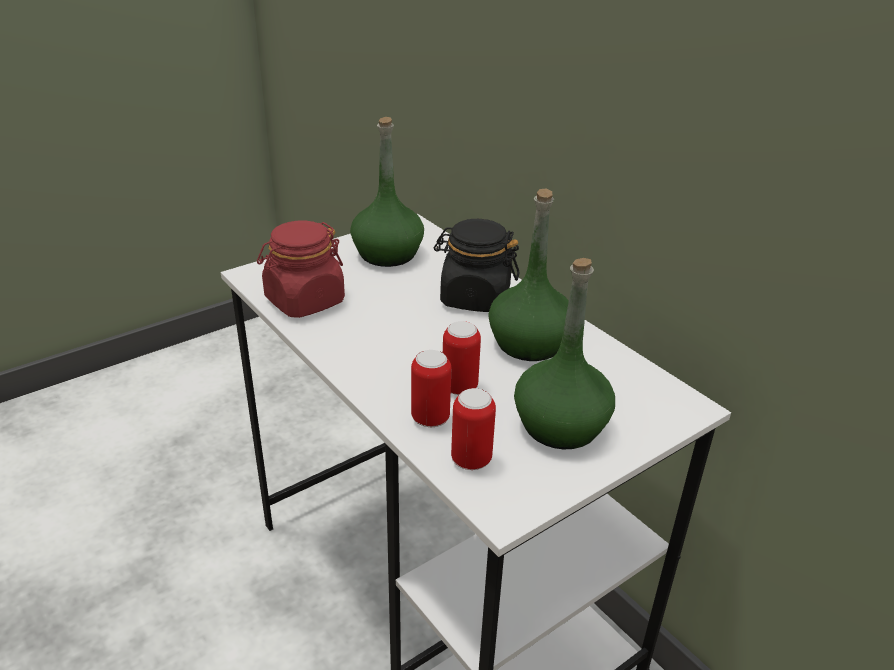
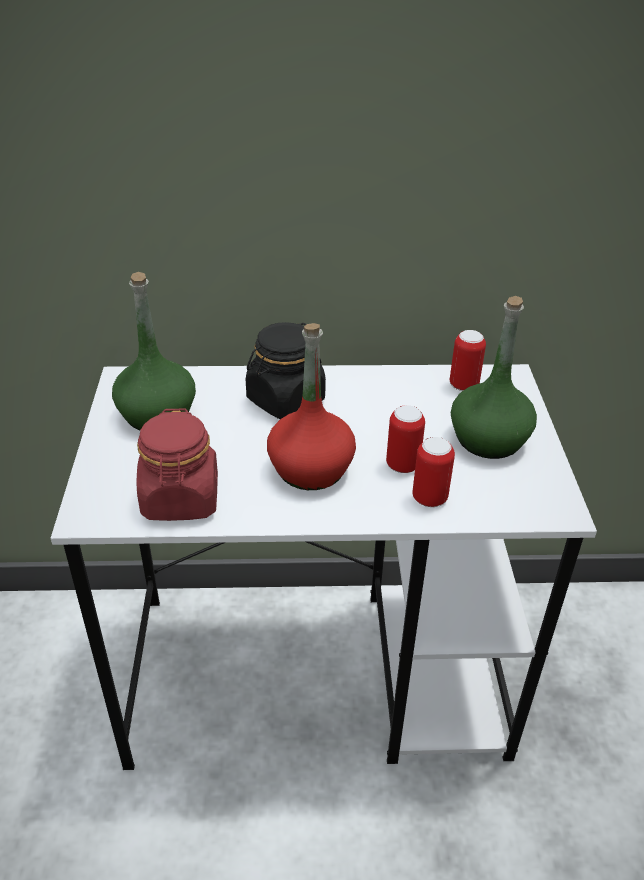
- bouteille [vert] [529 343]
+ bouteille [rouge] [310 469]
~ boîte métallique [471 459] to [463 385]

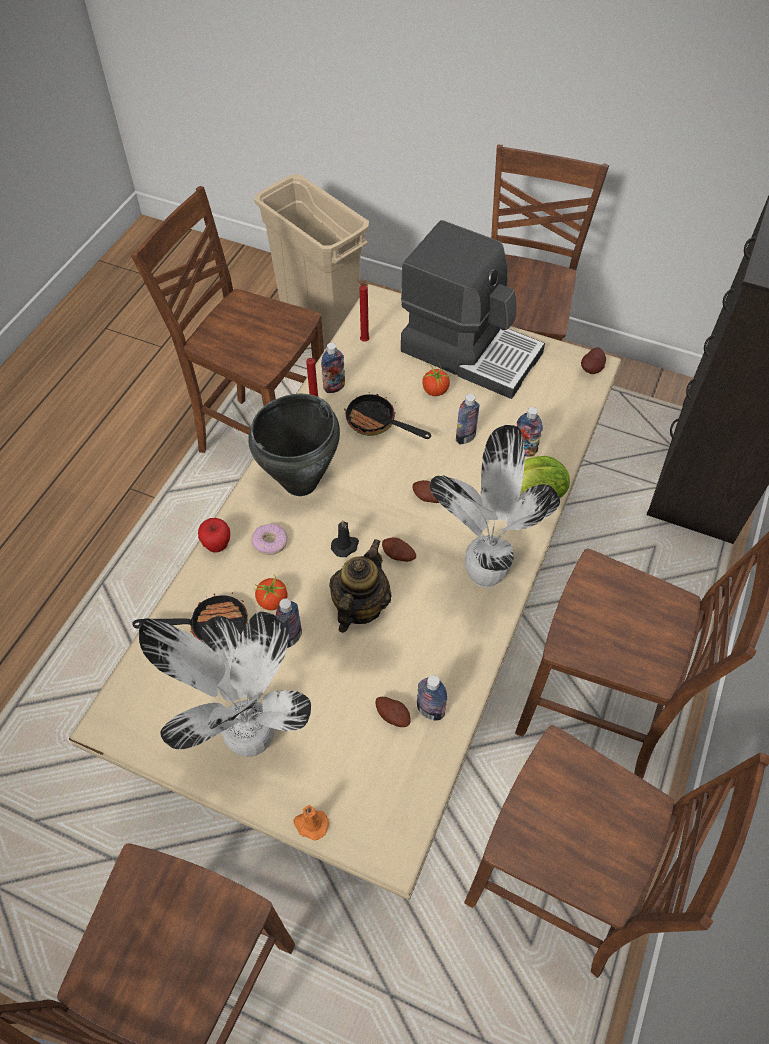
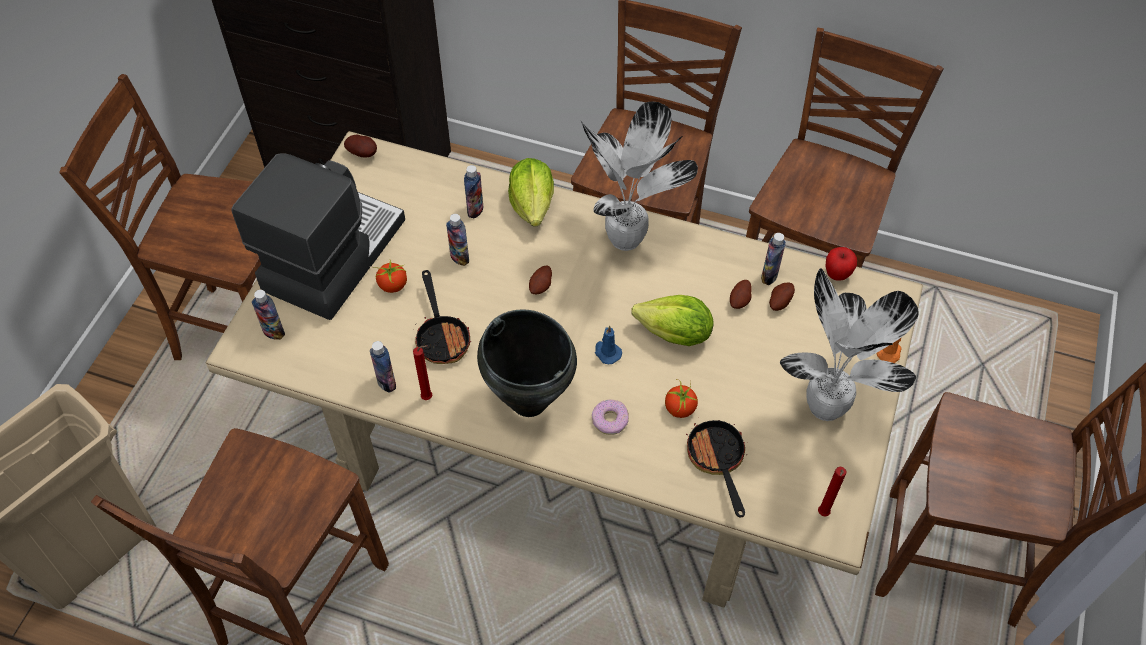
~ pomme [217 545] to [837 274]
~ bouteille [291 637] to [273 332]
~ bougie [rouge] [363 340] to [822 514]
~ pomme de terre [398 556] to [740 300]
~ théière [359 606] to laitue [675 335]
~ bougie [noir] [345 546] to bougie [bleu] [607 352]
~ poêle [377 423] = [442 336] 45 degrees counterclockwise

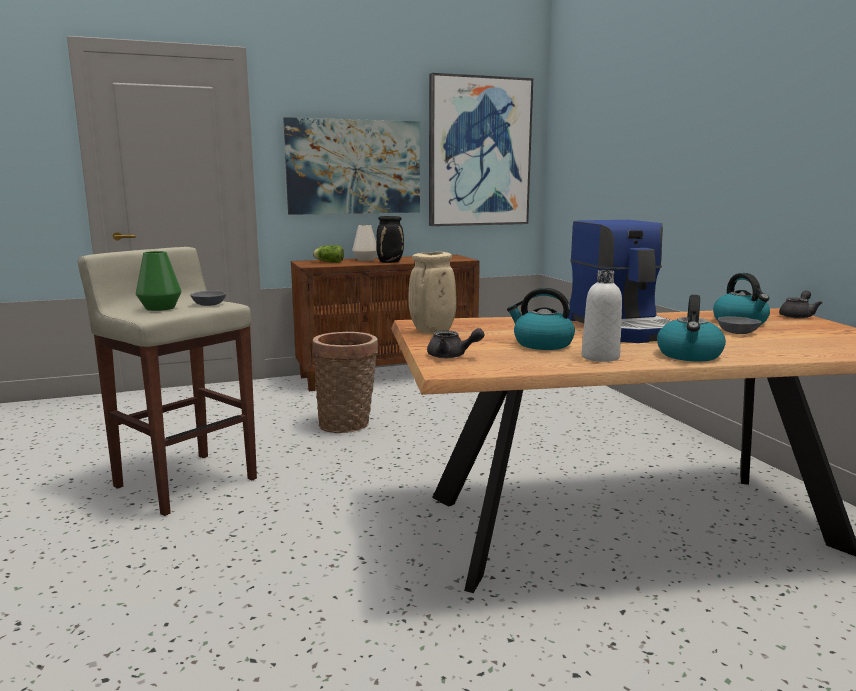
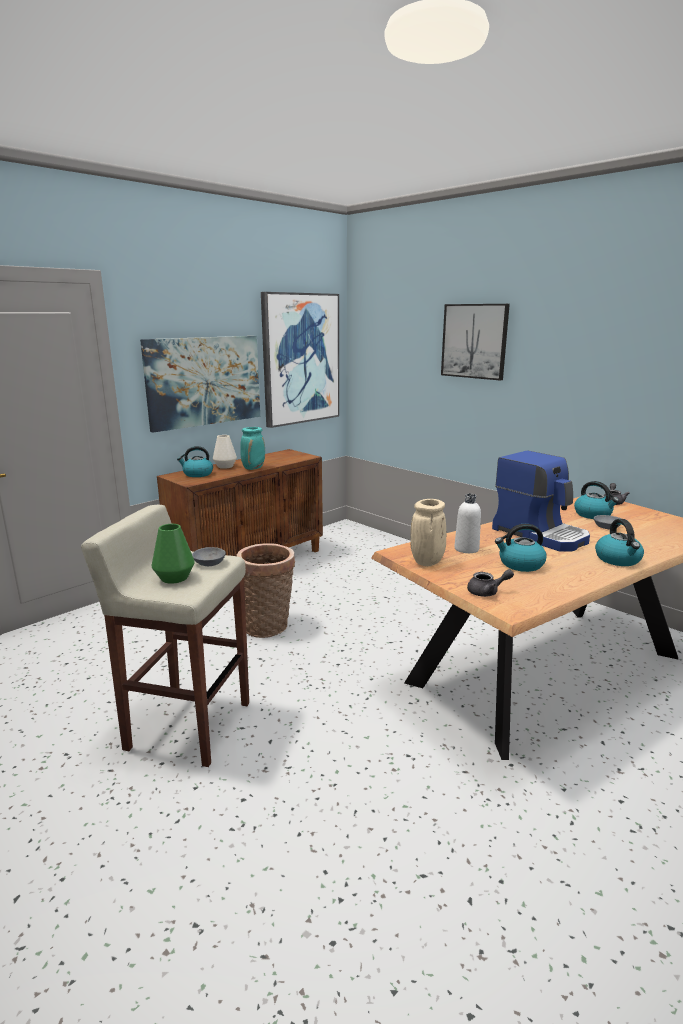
+ tableau [474 341]
~ bouteille [blanc] [600 357] to [466 549]
~ laitue [328 262] to bouilloire [197 474]
~ vase [noir] [390 262] to vase [turquoise] [253 468]

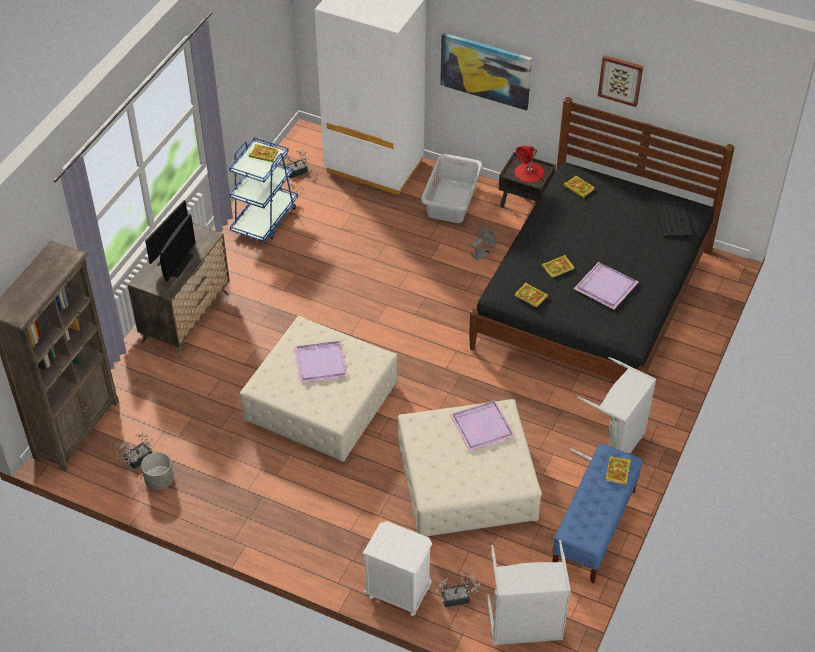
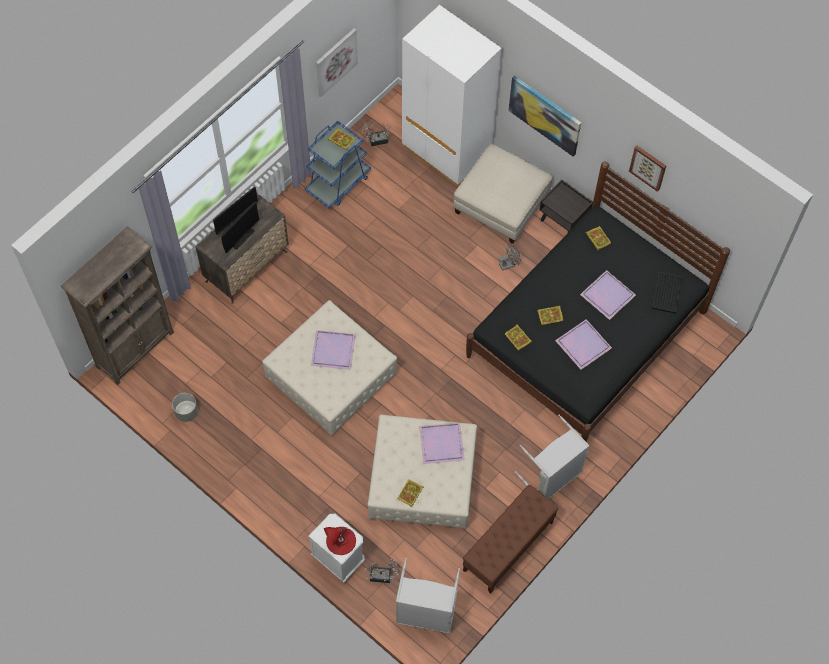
- plante en pot [136 459]
+ tableau [335 61]
+ plateau [violet] [606 295]
~ lampe de table [rouge] [529 172] to [341 541]
~ livre [618 472] to [410 494]
~ panier à linge [gris] [452 201] to pouf [beige] [501 204]
~ banc [bleu] [594 529] to banc [marron] [508 547]

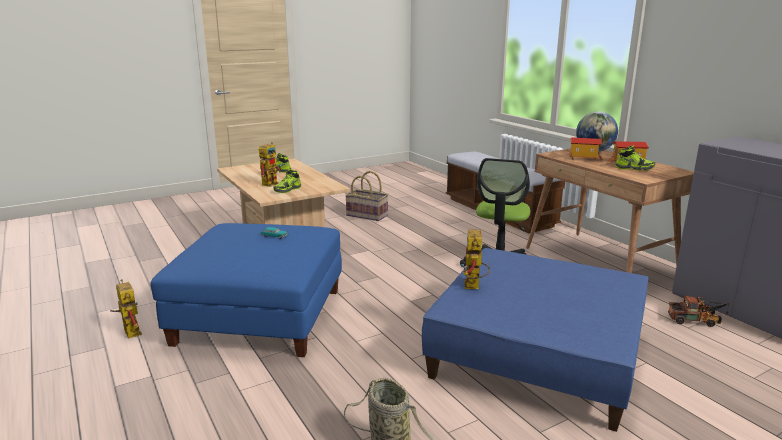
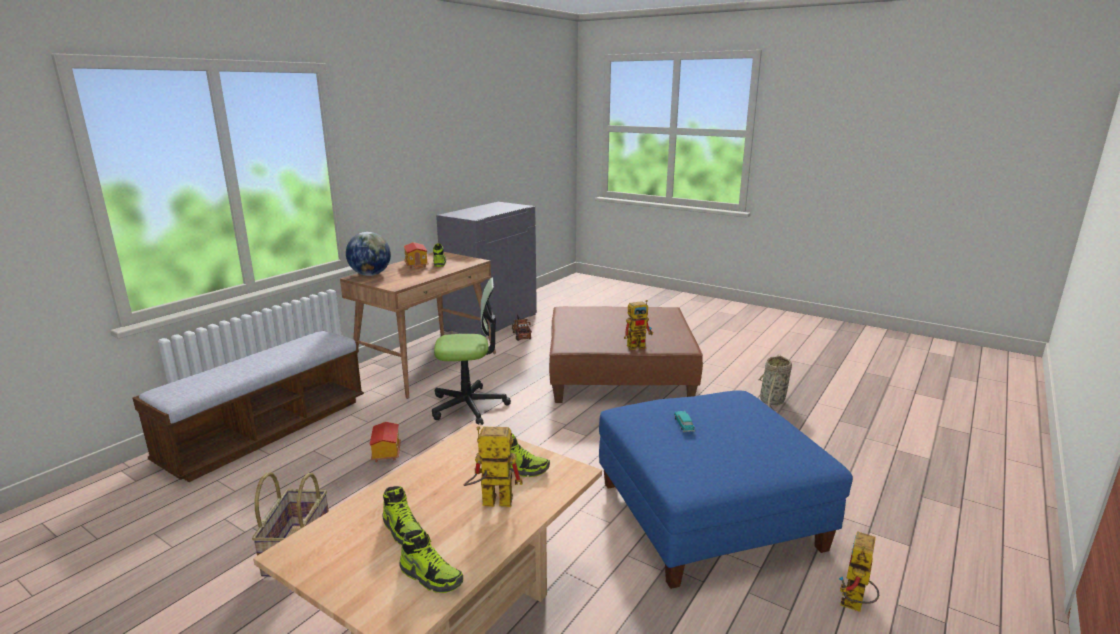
+ chaussure [431 576]
~ maison miniature [583 158] to [385 453]
~ pouf [bleu] [538 355] to pouf [marron] [620 374]

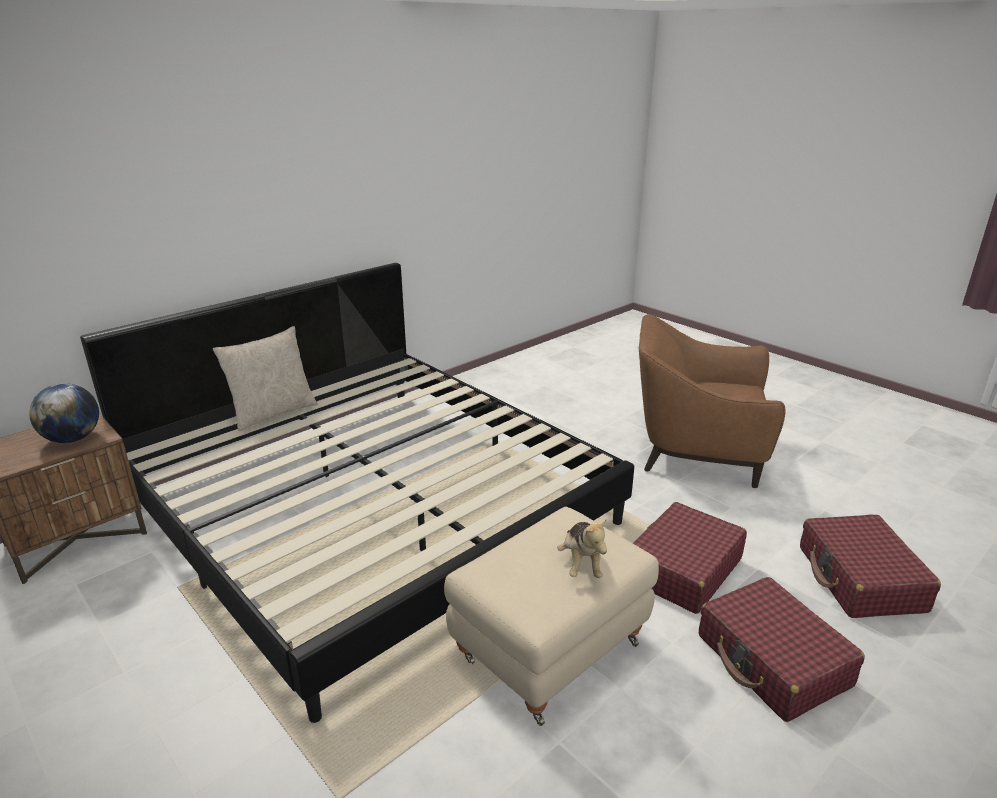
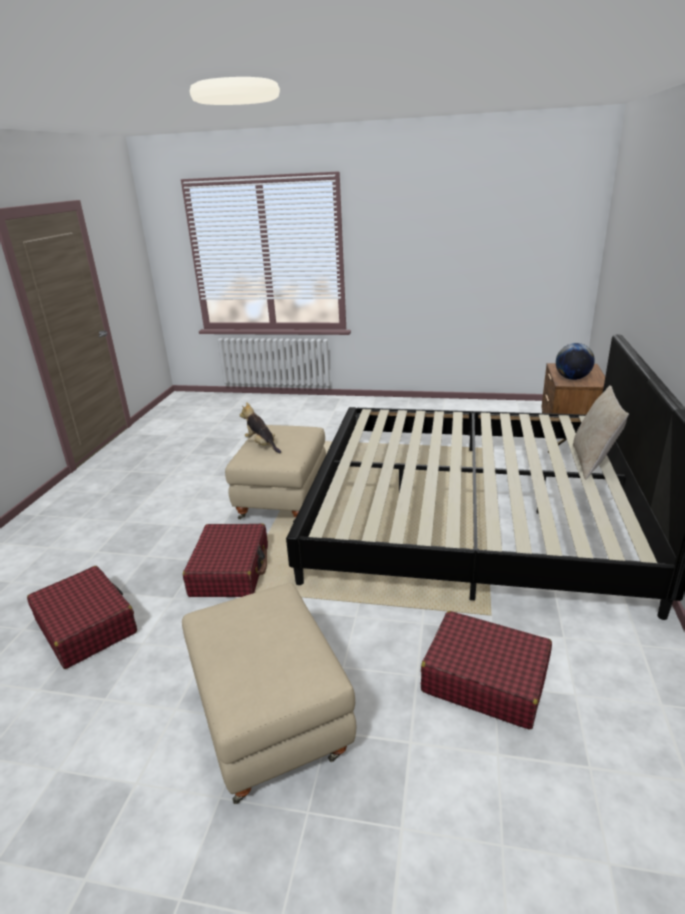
~ valise [rouge] [773 661] to [484 679]
~ fauteuil [marron] [696 452] to pouf [beige] [273 722]

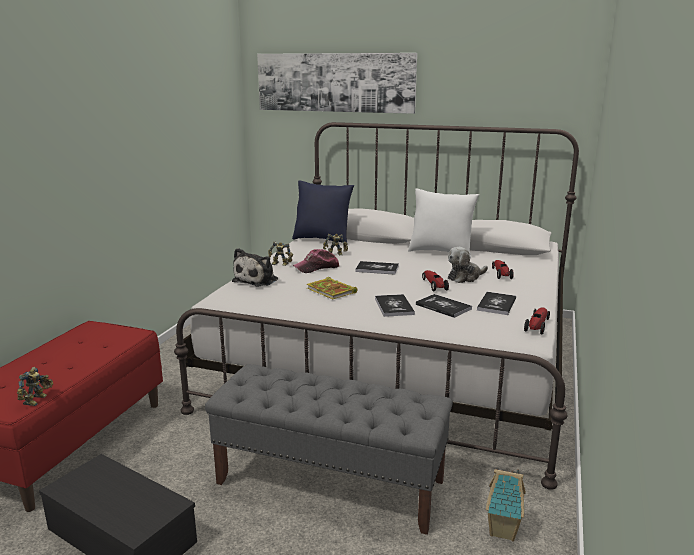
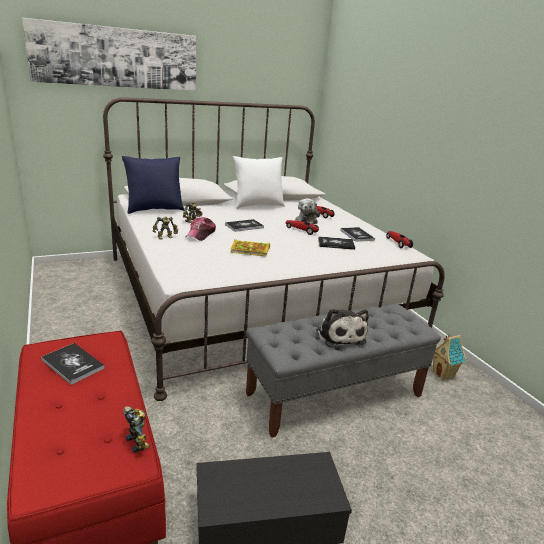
~ peluche [257 280] to [339 335]
~ livre [394 306] to [73 364]

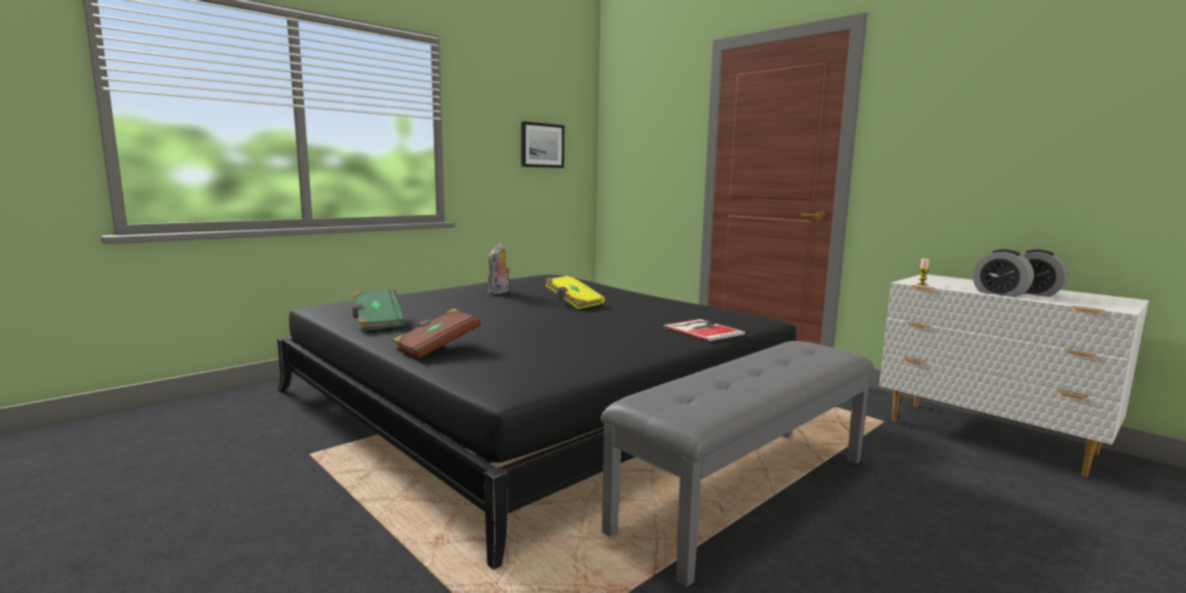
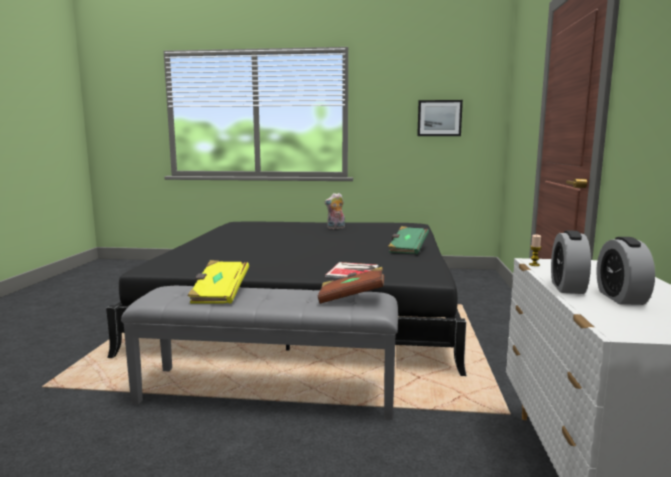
~ livre [vert] [377 323] to [407 249]
~ livre [marron] [436 348] to [351 298]
~ livre [jaune] [573 303] to [219 295]

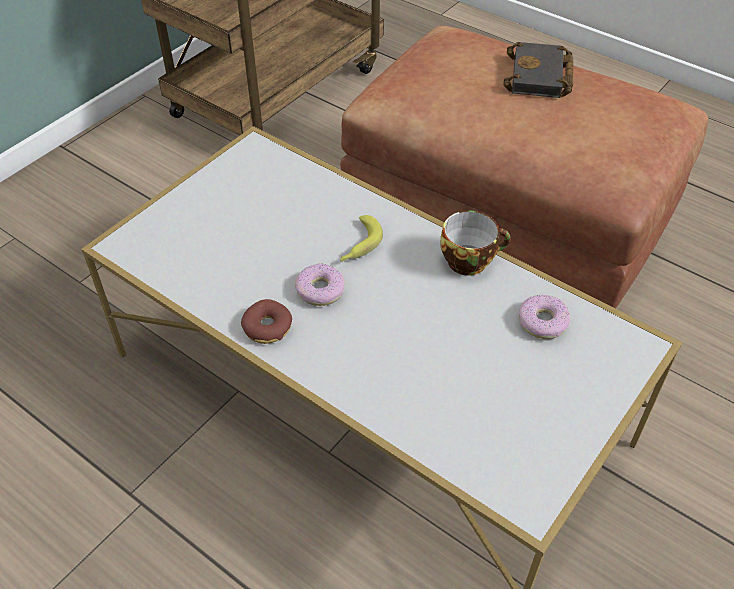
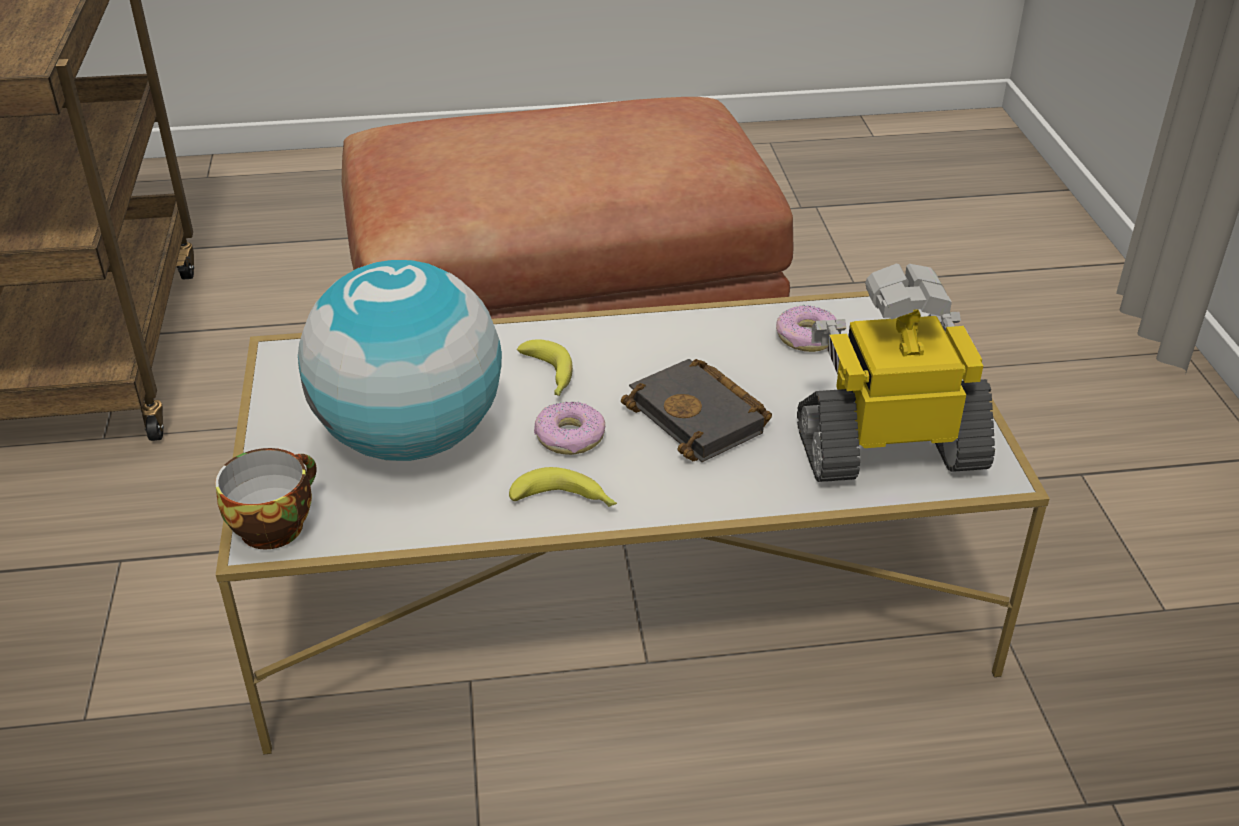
+ globe [411 438]
+ robot jouet [889 448]
~ tasse [470 260] to [274 524]
~ livre [noir] [540 77] to [702 418]
~ beignet [267 327] to banane [566 501]

